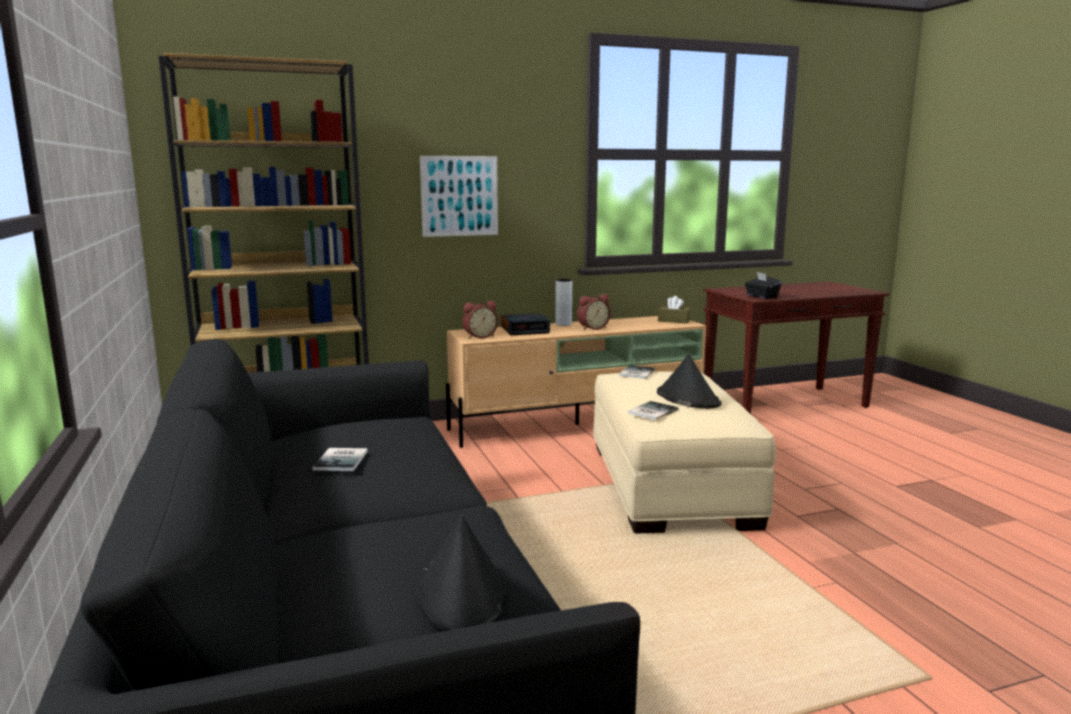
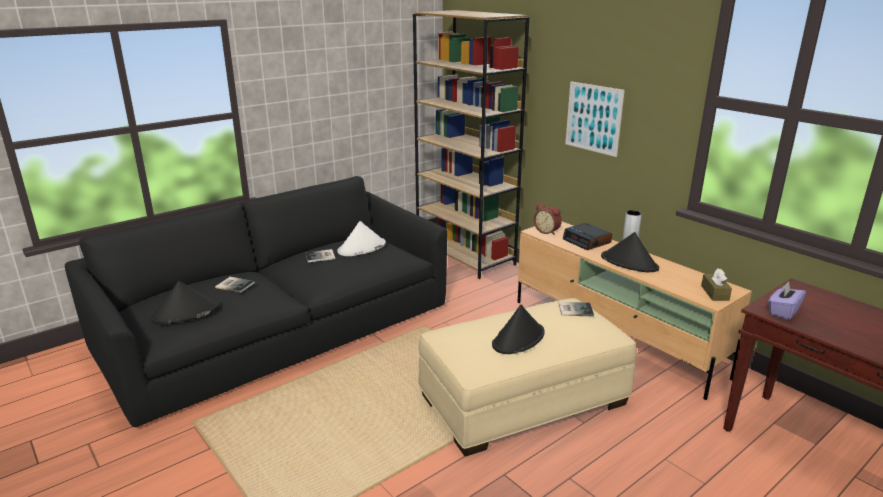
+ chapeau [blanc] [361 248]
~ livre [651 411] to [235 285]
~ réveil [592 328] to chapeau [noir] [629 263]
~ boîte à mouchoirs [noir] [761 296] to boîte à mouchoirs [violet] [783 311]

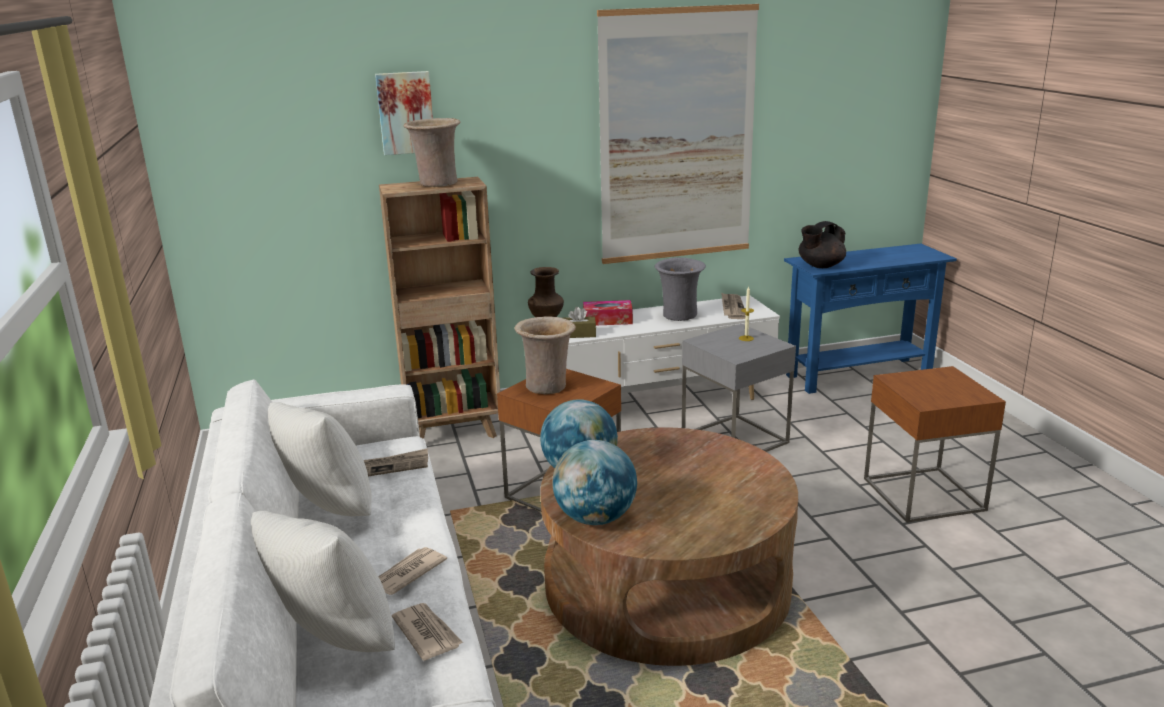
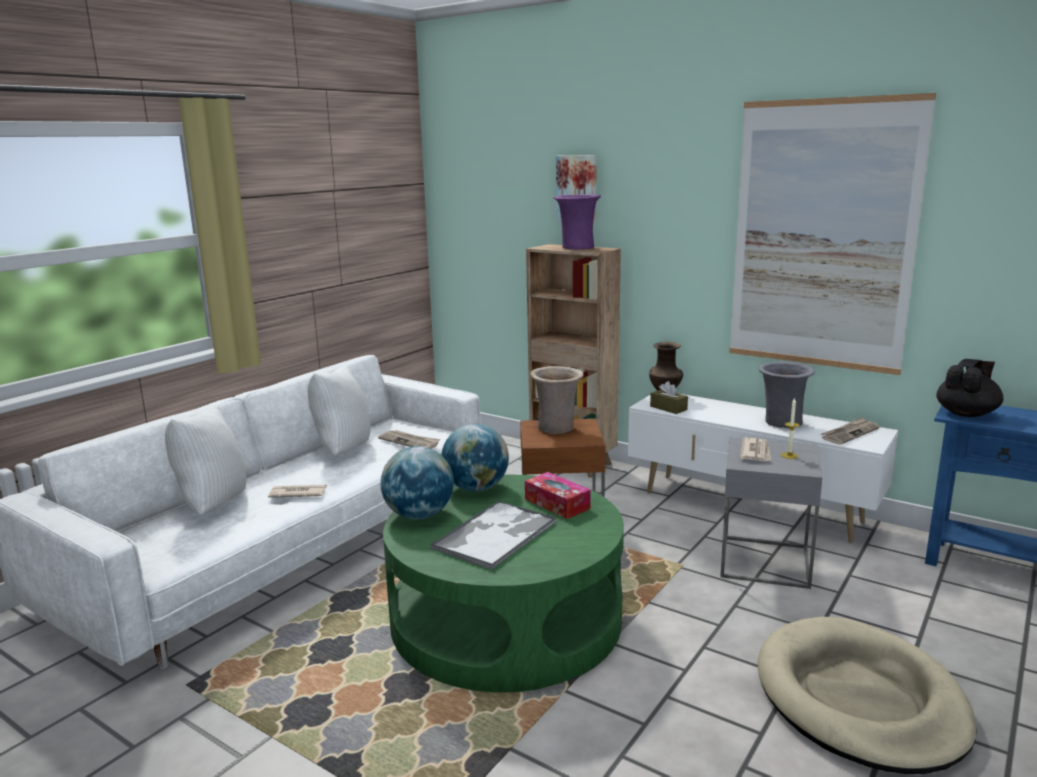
+ plateau [496 535]
~ journal [427 633] to [756 452]
~ boîte à mouchoirs [607 320] to [557 504]
~ table d'appoint [marron] [923 494] to panier pour chien [beige] [859 699]
~ vase [beige] [436 184] to vase [violet] [576 248]
~ table basse [marron] [666 582] to table basse [vert] [506 617]
~ théière [noir] [820 266] = [966 413] 120 degrees clockwise

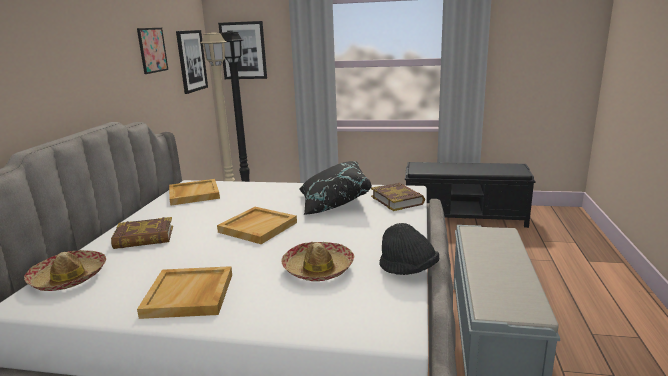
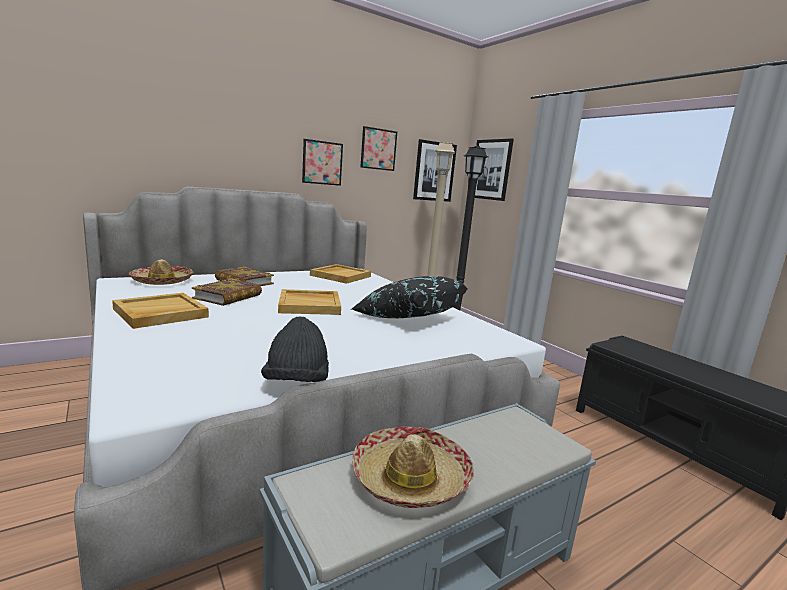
+ tableau [322 163]
~ chapeau [318 269] to [410 478]
~ livre [397 200] to [228 297]

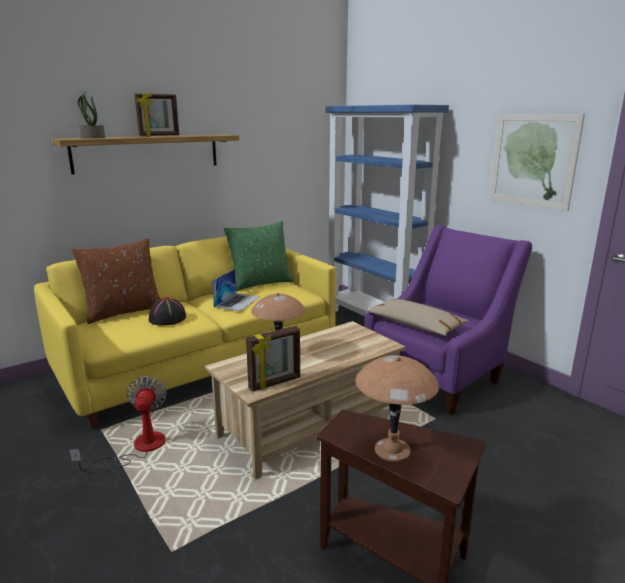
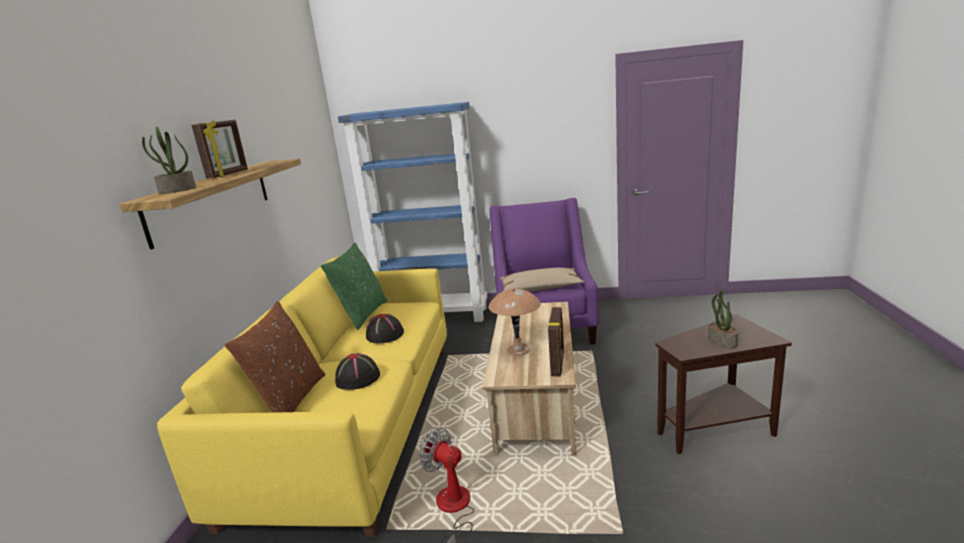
- tableau [533 160]
~ ordinateur portable [237 302] to chapeau [noir] [384 335]
~ lampe de table [marron] [392 449] to plante en pot [721 342]

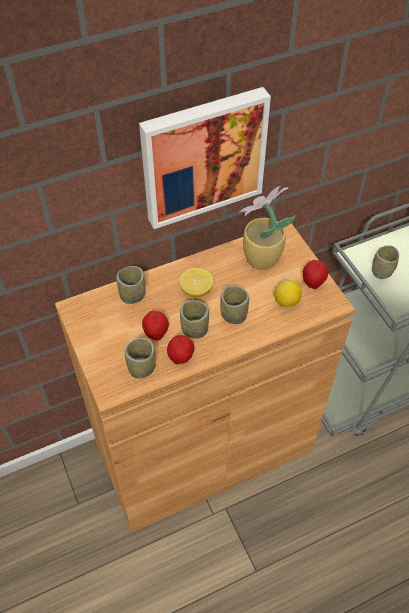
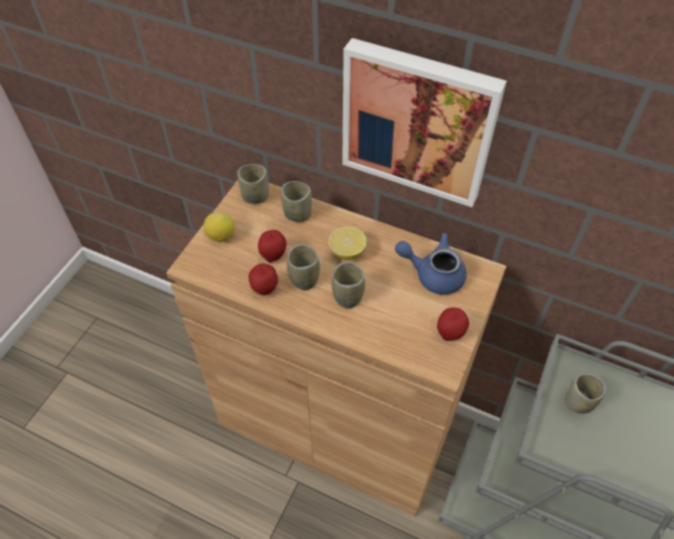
~ tasse [142 368] to [255 196]
~ citron [286 302] to [220 236]
~ plante en pot [260 259] to théière [bleu] [433 274]

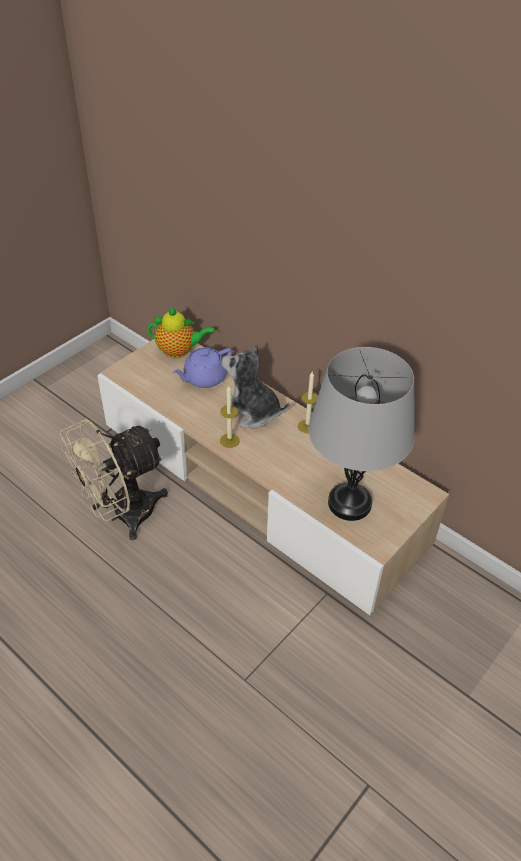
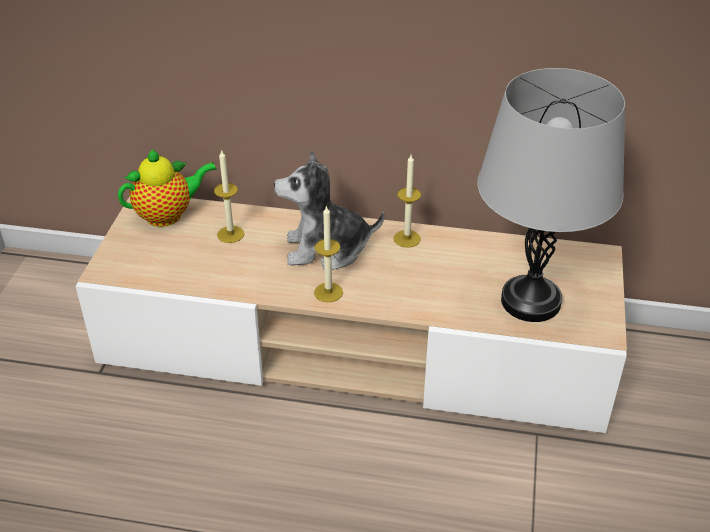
- ventilateur [beige] [123 515]
~ théière [violet] [204 378] to bougie [230 234]

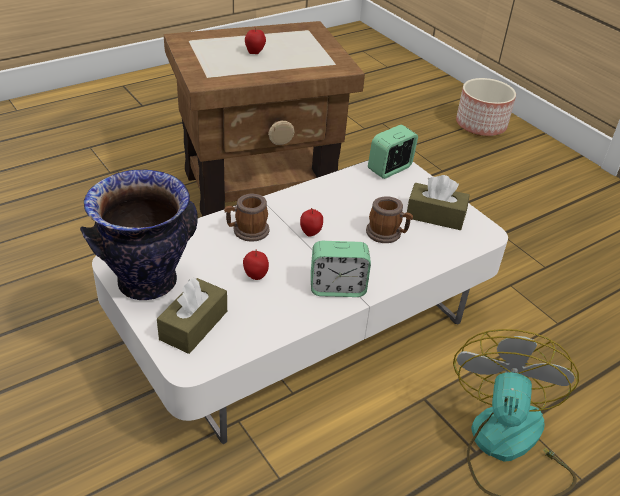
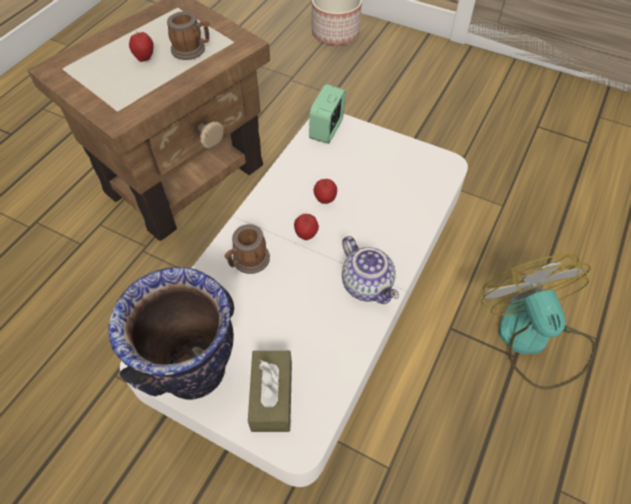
- boîte à mouchoirs [marron] [435 216]
~ pomme [255 277] to [325 200]
~ mug [387 234] to [192 50]
~ réveil [337 288] to théière [368 285]

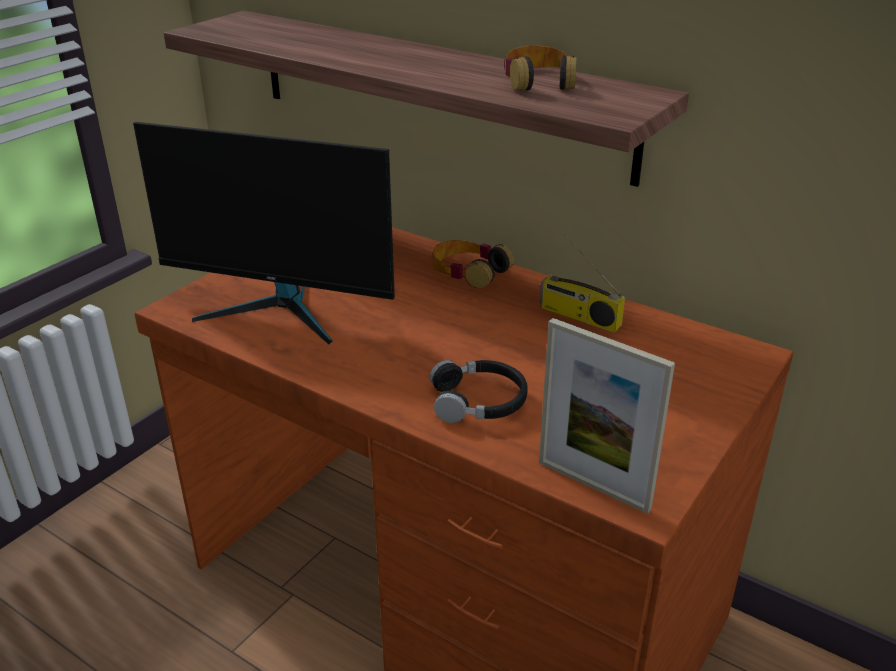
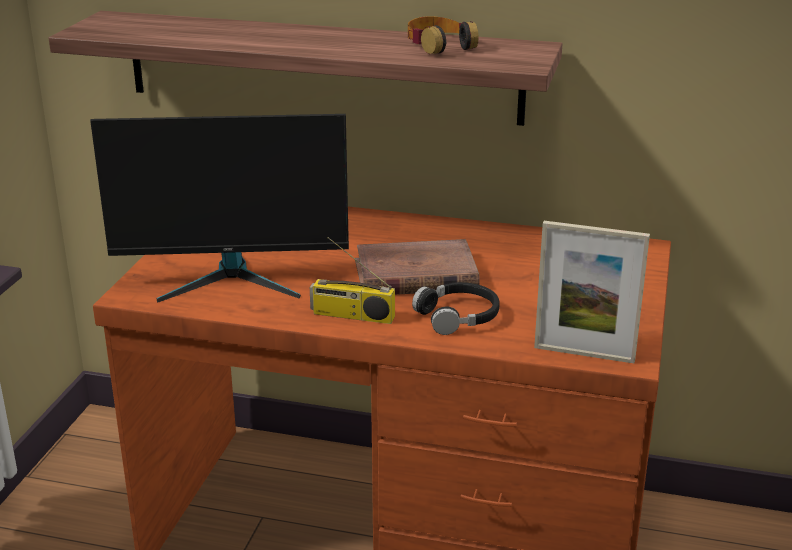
- casque audio [469 271]
+ livre [marron] [415 275]
~ radio [578 317] to [351 315]

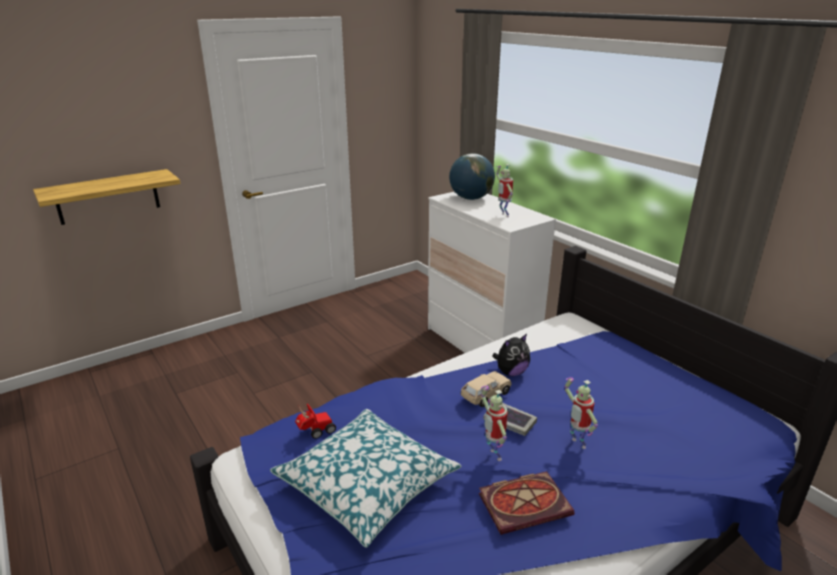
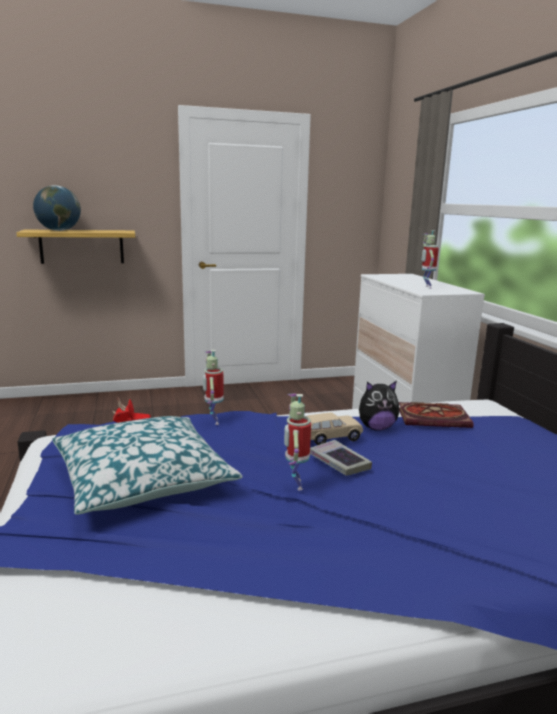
~ globe [471 198] to [59 230]
~ livre [525 503] to [435 418]
~ robot jouet [576 444] to [213 421]

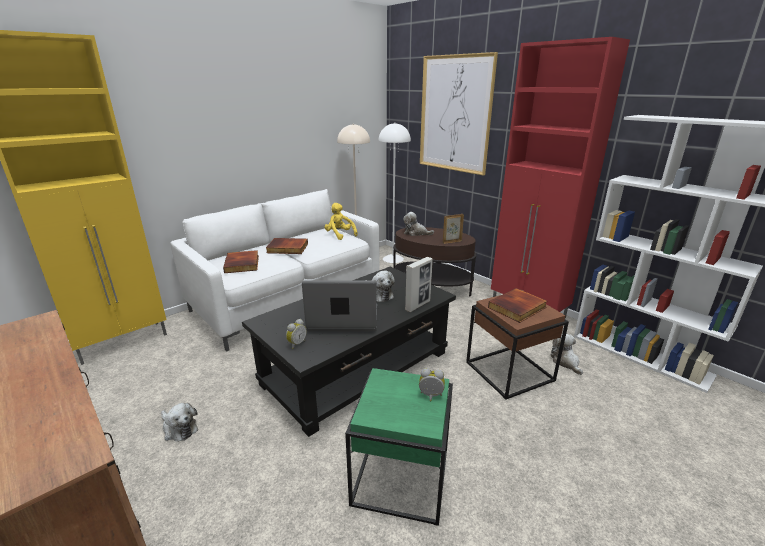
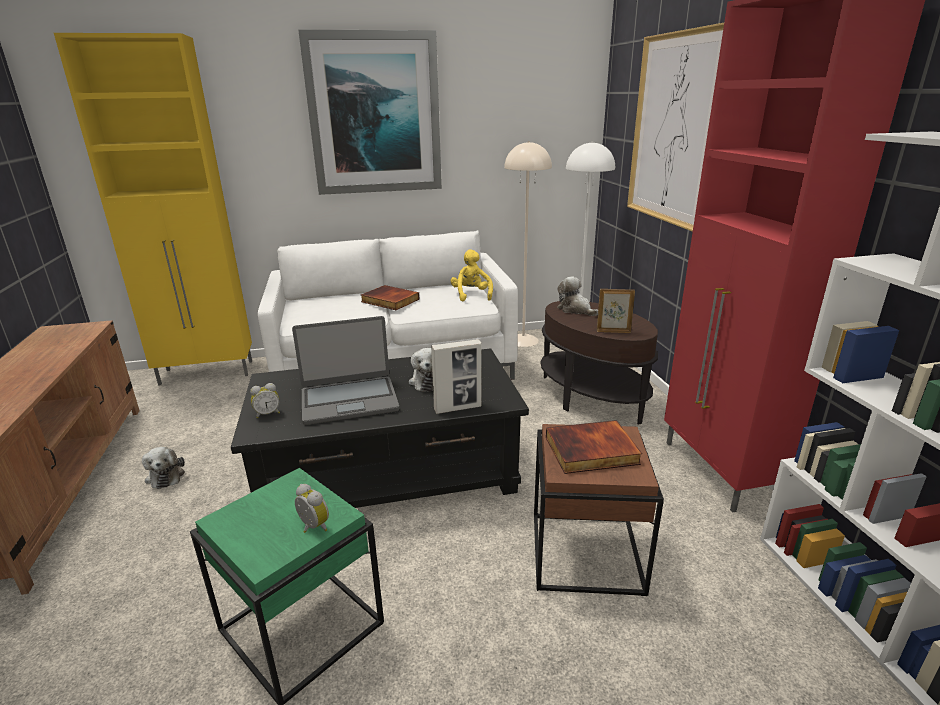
- livre [243 264]
- peluche [565 362]
+ tableau [374 114]
~ ordinateur portable [343 319] = [349 400] 135 degrees clockwise

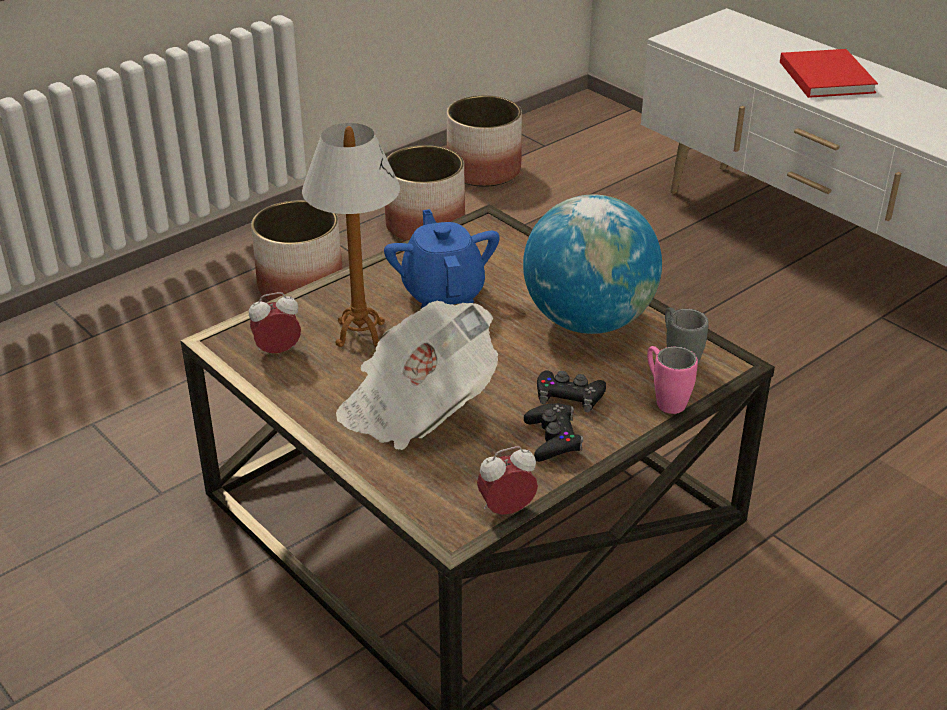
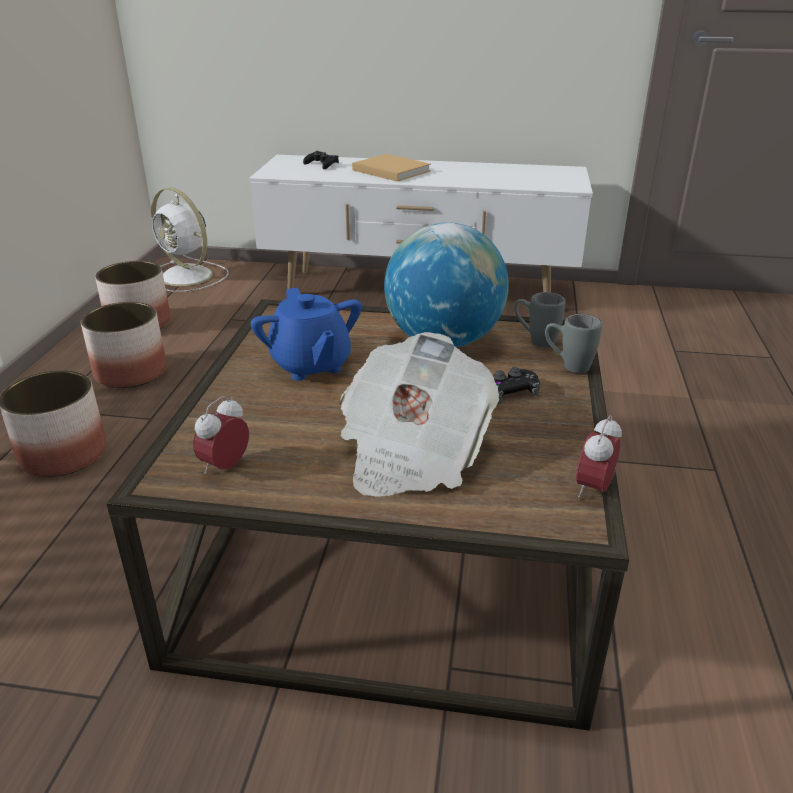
- lampe de table [359 334]
+ ventilateur [blanc] [188 277]
~ manette [noir] [553 438] to [322 164]
~ mug [rose] [664 399] to mug [gris] [568 365]
~ livre [rouge] [825 76] to livre [beige] [389 170]
~ théière [bleu] [443 292] = [310 365] 150 degrees counterclockwise

